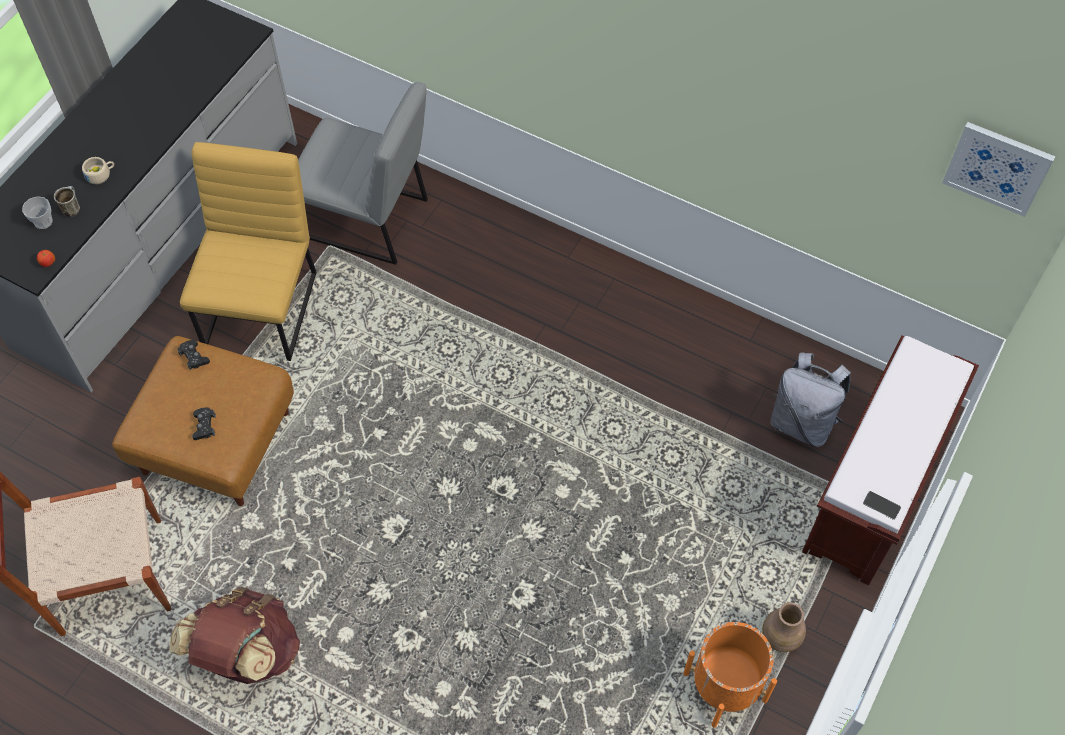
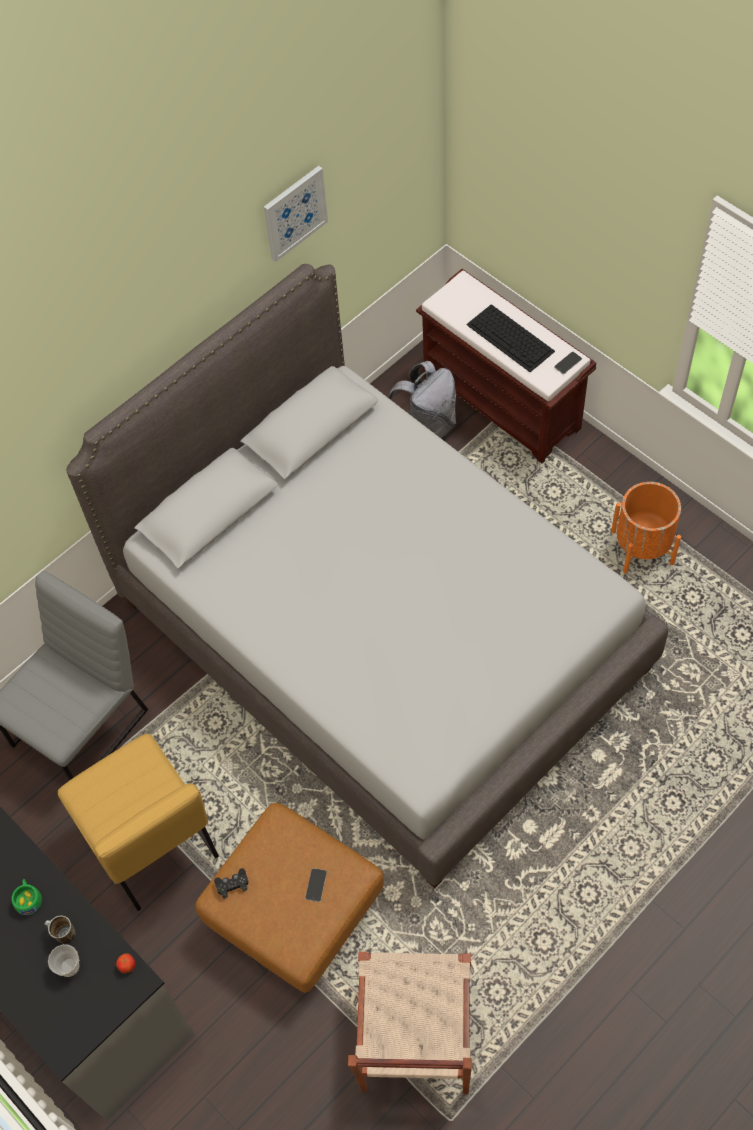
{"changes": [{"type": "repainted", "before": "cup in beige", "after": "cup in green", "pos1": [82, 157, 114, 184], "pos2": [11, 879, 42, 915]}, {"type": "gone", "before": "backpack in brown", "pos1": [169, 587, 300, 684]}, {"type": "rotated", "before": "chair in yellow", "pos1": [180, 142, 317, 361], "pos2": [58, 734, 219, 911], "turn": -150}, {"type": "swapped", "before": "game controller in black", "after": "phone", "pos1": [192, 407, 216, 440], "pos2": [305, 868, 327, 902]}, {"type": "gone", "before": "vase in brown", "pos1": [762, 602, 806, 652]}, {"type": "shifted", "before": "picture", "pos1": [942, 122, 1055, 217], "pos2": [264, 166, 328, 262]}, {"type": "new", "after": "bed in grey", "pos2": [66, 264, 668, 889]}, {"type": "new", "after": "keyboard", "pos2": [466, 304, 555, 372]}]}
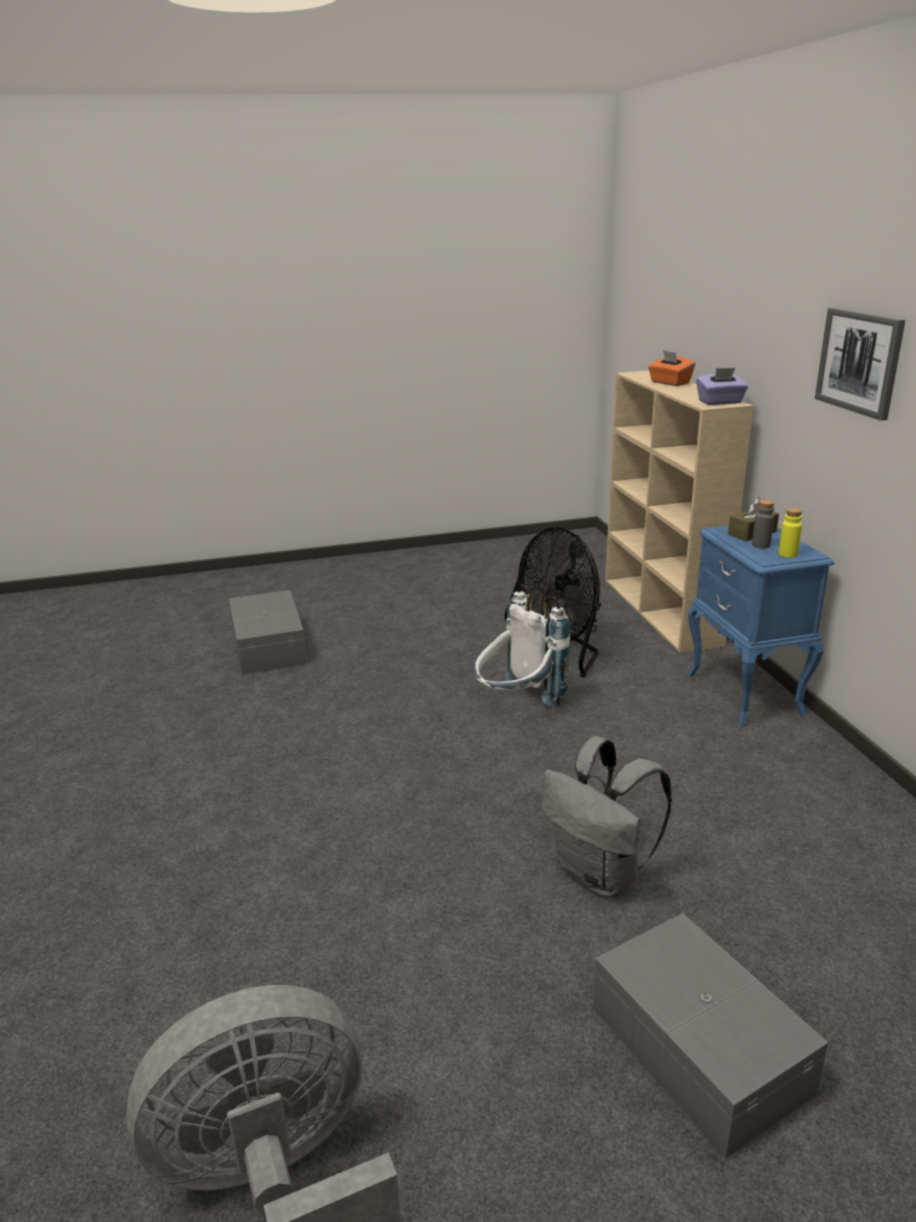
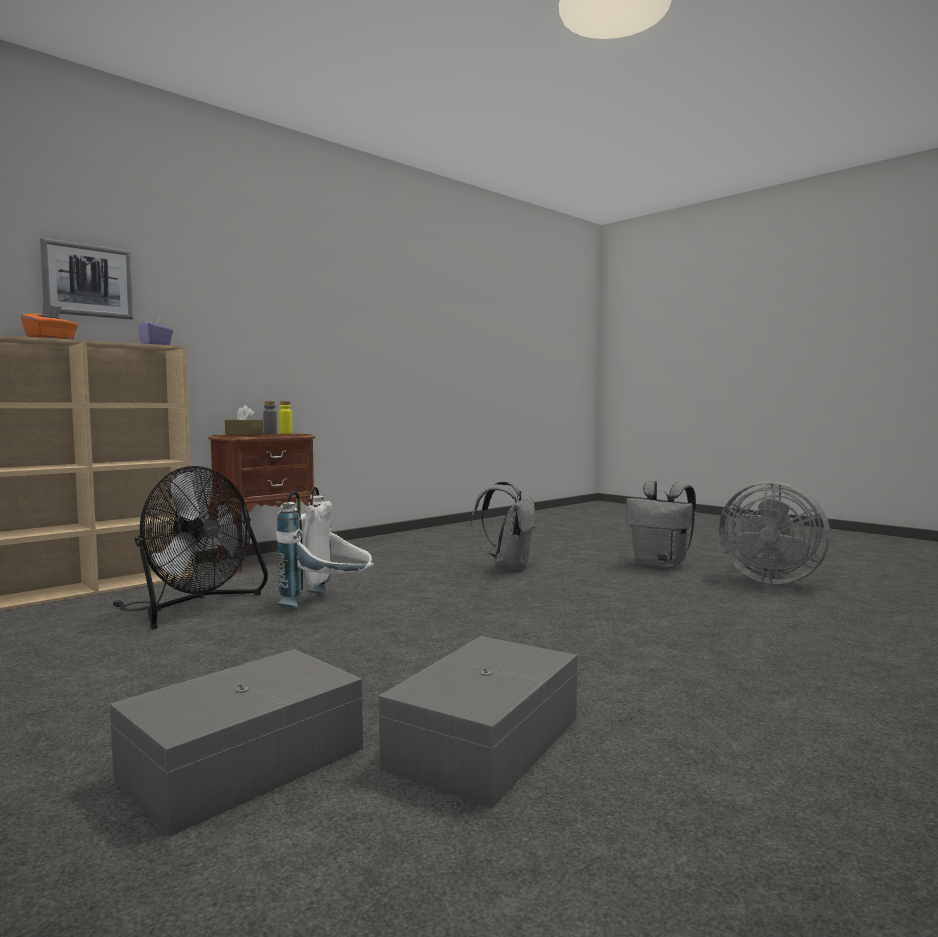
{"changes": [{"type": "shifted", "before": "storage box in grey", "pos1": [593, 913, 828, 1159], "pos2": [379, 636, 577, 808]}, {"type": "repainted", "before": "nightstand in blue", "after": "nightstand in brown", "pos1": [688, 526, 834, 727], "pos2": [208, 433, 316, 573]}, {"type": "shifted", "before": "picture", "pos1": [815, 308, 905, 421], "pos2": [40, 238, 134, 320]}, {"type": "new", "after": "backpack in grey", "pos2": [625, 481, 696, 569]}]}
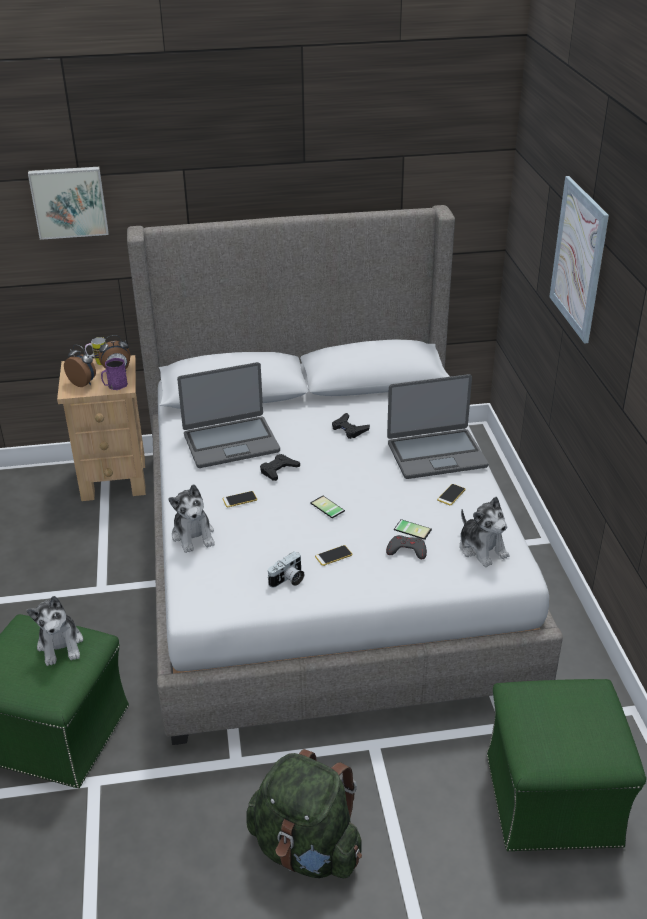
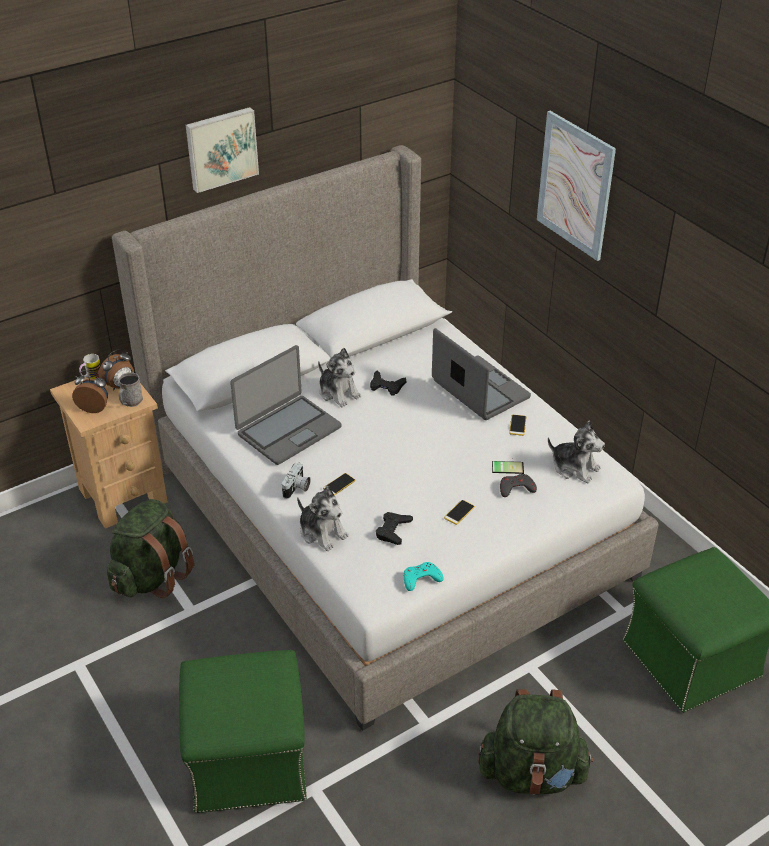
{"changes": [{"type": "shifted", "before": "plush toy", "pos1": [27, 596, 83, 666], "pos2": [318, 348, 361, 407]}, {"type": "shifted", "before": "picture", "pos1": [28, 167, 109, 240], "pos2": [186, 107, 259, 193]}, {"type": "repainted", "before": "mug in purple", "after": "mug in grey", "pos1": [101, 358, 128, 390], "pos2": [118, 373, 143, 407]}, {"type": "shifted", "before": "game controller in black", "pos1": [260, 454, 300, 481], "pos2": [376, 512, 413, 545]}, {"type": "shifted", "before": "photo camera", "pos1": [268, 551, 304, 588], "pos2": [282, 463, 311, 499]}, {"type": "gone", "before": "phone", "pos1": [310, 496, 345, 518]}, {"type": "rotated", "before": "laptop", "pos1": [387, 374, 489, 479], "pos2": [432, 328, 531, 420], "turn": -90}, {"type": "new", "after": "backpack in green", "pos2": [107, 499, 194, 598]}, {"type": "new", "after": "game controller in turquoise", "pos2": [404, 562, 444, 591]}]}
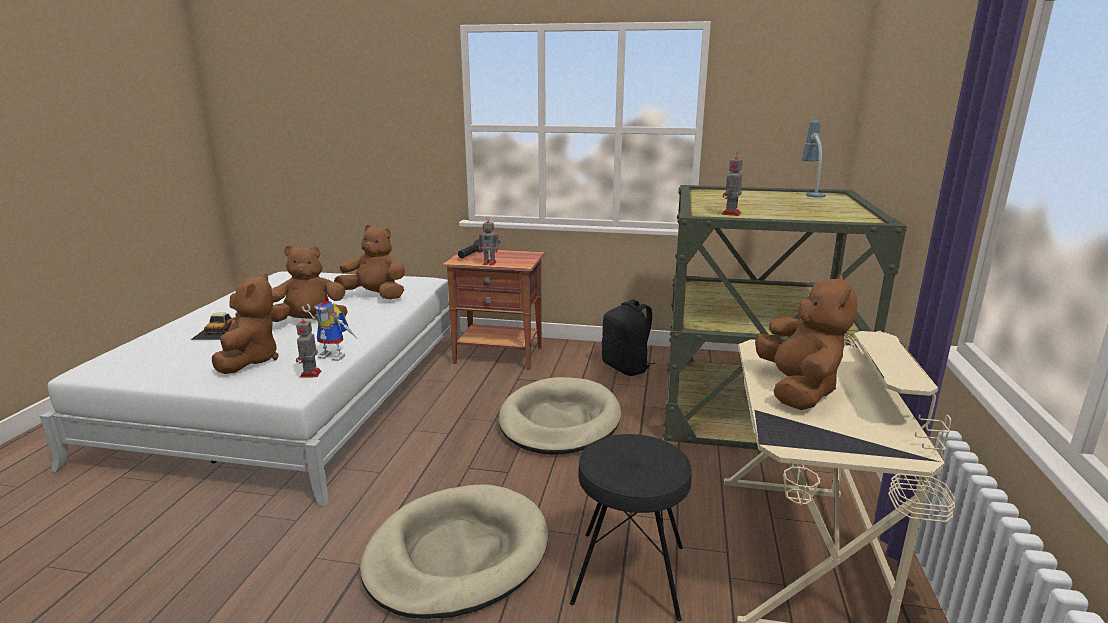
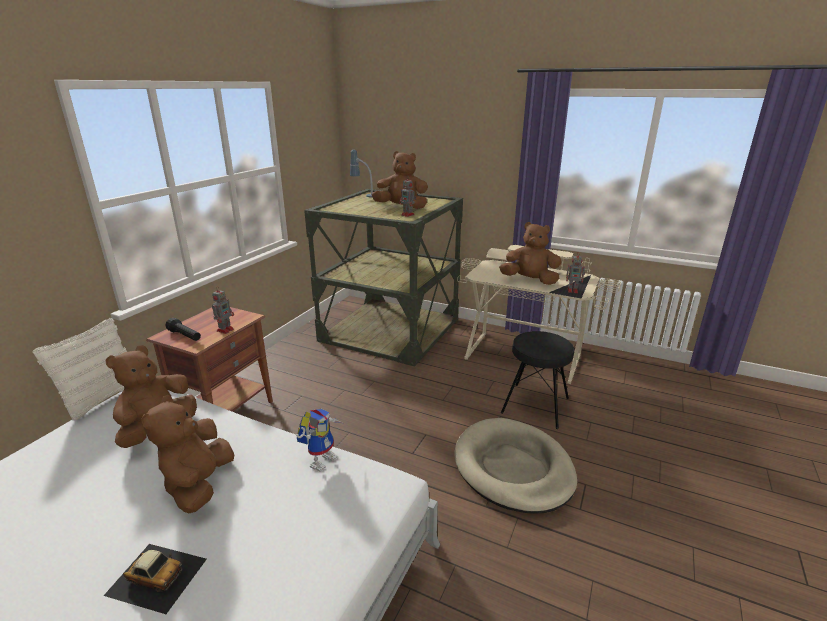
{"changes": [{"type": "shifted", "before": "plush toy in brown", "pos1": [212, 273, 279, 374], "pos2": [372, 151, 428, 209]}, {"type": "shifted", "before": "toy robot", "pos1": [296, 315, 321, 378], "pos2": [566, 253, 585, 293]}, {"type": "gone", "before": "dog bed in beige", "pos1": [499, 377, 621, 455]}, {"type": "gone", "before": "backpack in black", "pos1": [602, 300, 655, 376]}, {"type": "new", "after": "pillow in beige", "pos2": [32, 318, 127, 420]}]}
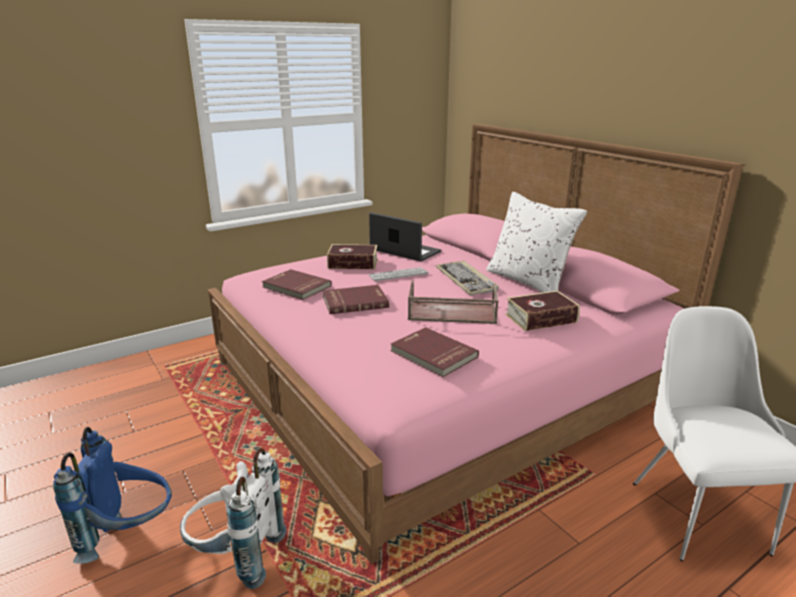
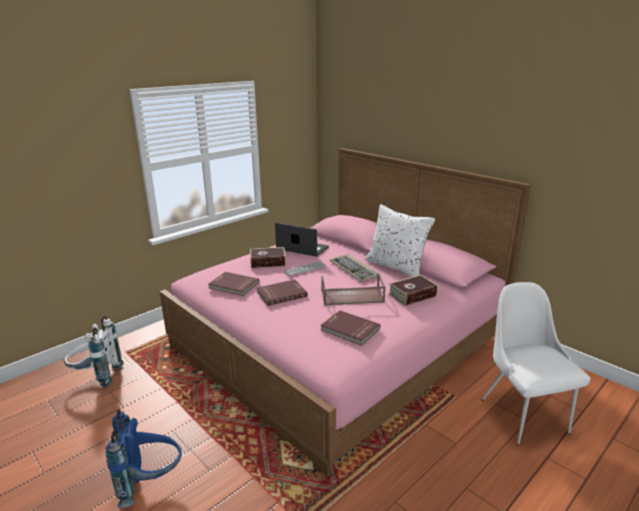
{"changes": [{"type": "shifted", "before": "backpack in white", "pos1": [180, 448, 286, 589], "pos2": [64, 316, 124, 387]}]}
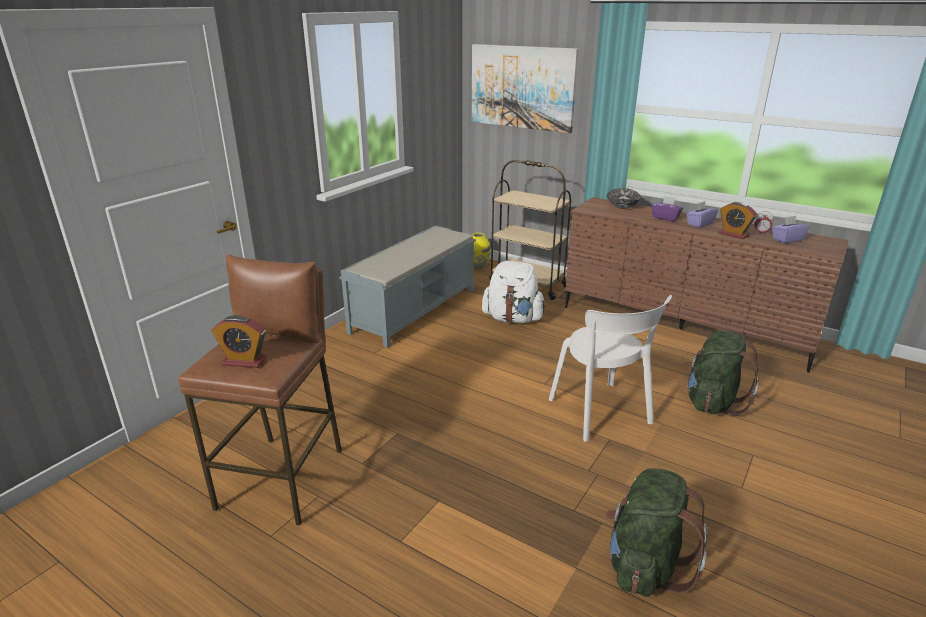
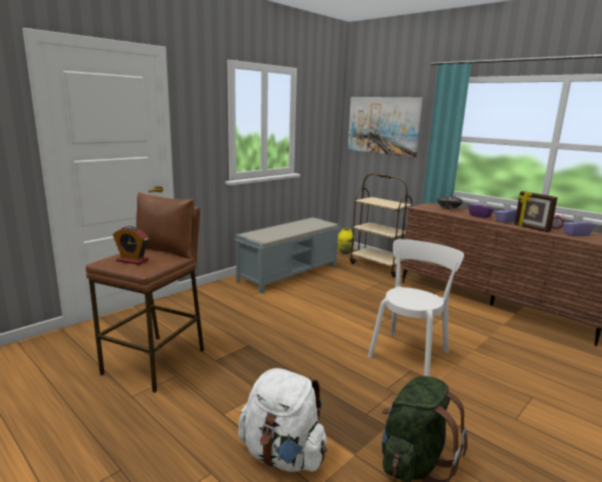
{"changes": [{"type": "shifted", "before": "backpack in white", "pos1": [482, 261, 546, 323], "pos2": [238, 368, 327, 472]}, {"type": "rotated", "before": "chair in white", "pos1": [549, 295, 672, 442], "pos2": [368, 239, 464, 376], "turn": -135}, {"type": "gone", "before": "backpack in green", "pos1": [684, 331, 759, 416]}, {"type": "swapped", "before": "alarm clock", "after": "picture frame", "pos1": [718, 202, 757, 239], "pos2": [514, 191, 558, 232]}]}
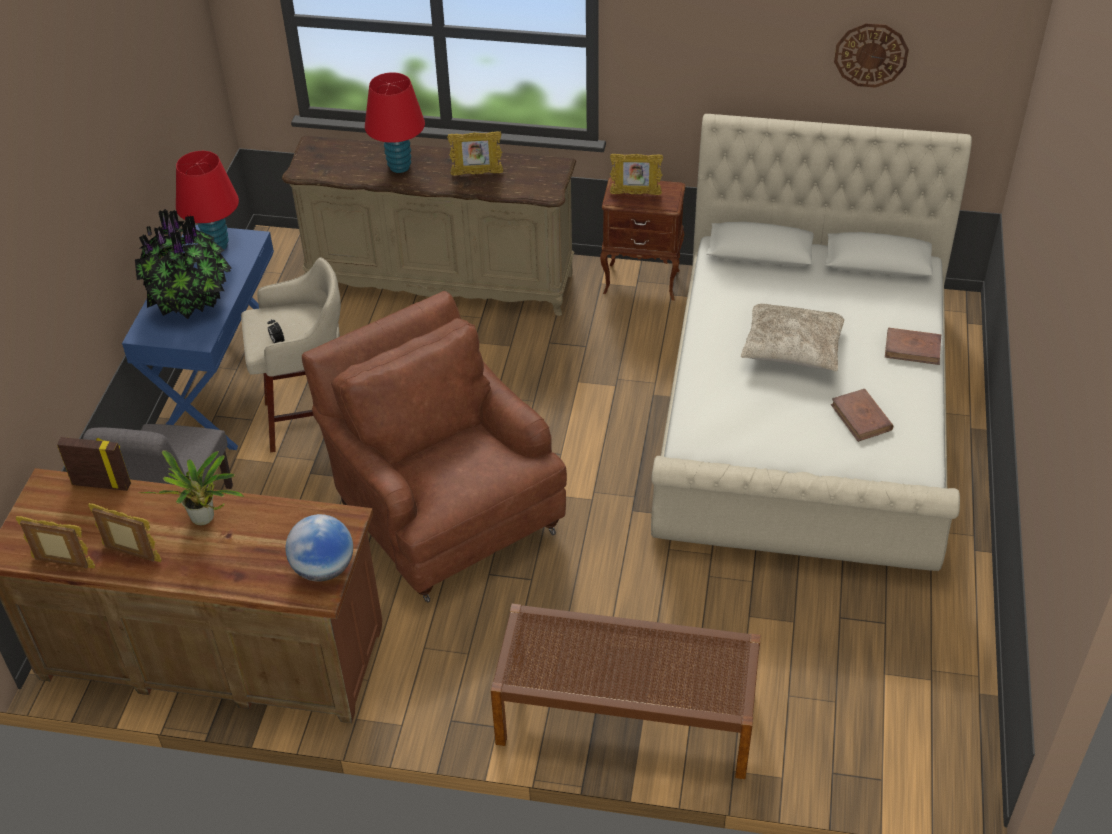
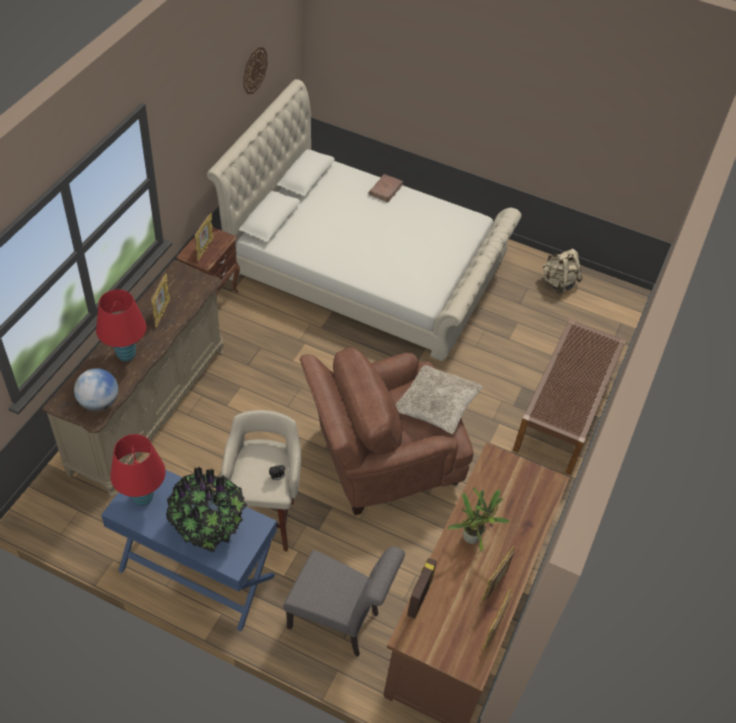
{"changes": [{"type": "shifted", "before": "globe", "pos1": [286, 514, 353, 582], "pos2": [74, 368, 118, 411]}, {"type": "shifted", "before": "pillow in beige", "pos1": [741, 304, 844, 371], "pos2": [395, 365, 483, 434]}, {"type": "gone", "before": "book in brown", "pos1": [831, 389, 893, 442]}, {"type": "new", "after": "backpack in beige", "pos2": [542, 249, 582, 293]}]}
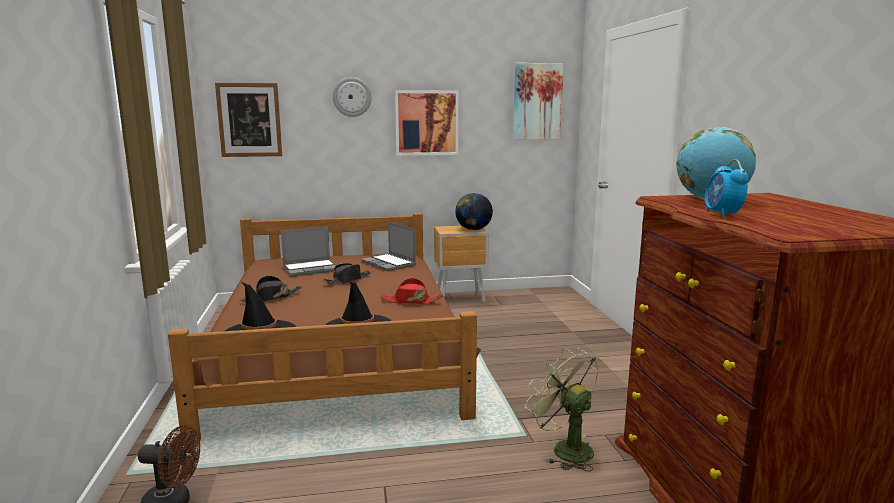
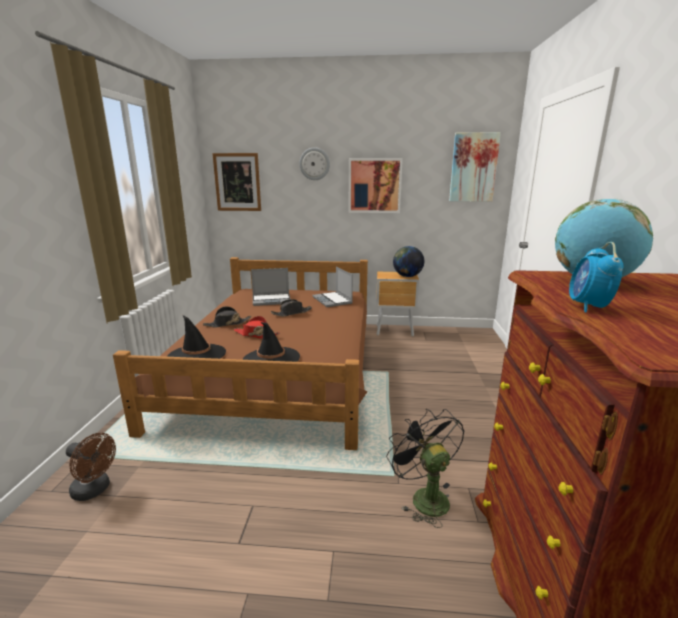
{"changes": [{"type": "shifted", "before": "hat in red", "pos1": [381, 278, 443, 304], "pos2": [233, 316, 280, 339]}, {"type": "repainted", "before": "fan in green", "after": "fan in black", "pos1": [525, 348, 598, 472], "pos2": [386, 409, 465, 528]}]}
